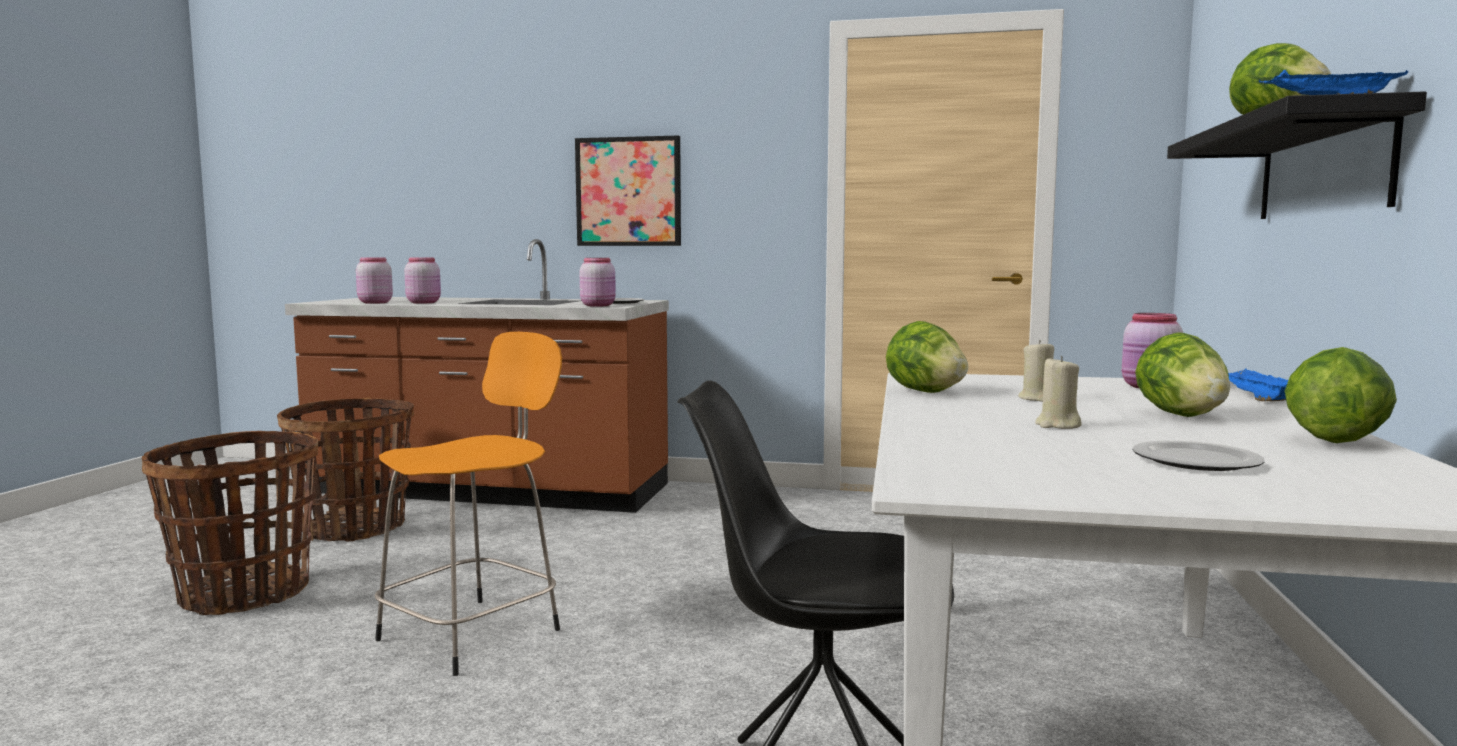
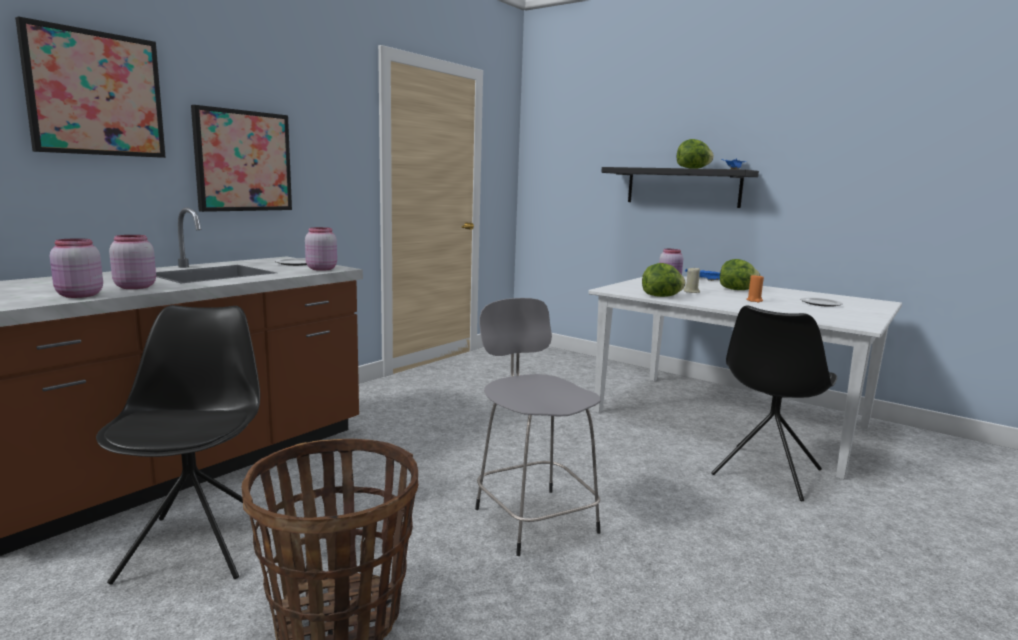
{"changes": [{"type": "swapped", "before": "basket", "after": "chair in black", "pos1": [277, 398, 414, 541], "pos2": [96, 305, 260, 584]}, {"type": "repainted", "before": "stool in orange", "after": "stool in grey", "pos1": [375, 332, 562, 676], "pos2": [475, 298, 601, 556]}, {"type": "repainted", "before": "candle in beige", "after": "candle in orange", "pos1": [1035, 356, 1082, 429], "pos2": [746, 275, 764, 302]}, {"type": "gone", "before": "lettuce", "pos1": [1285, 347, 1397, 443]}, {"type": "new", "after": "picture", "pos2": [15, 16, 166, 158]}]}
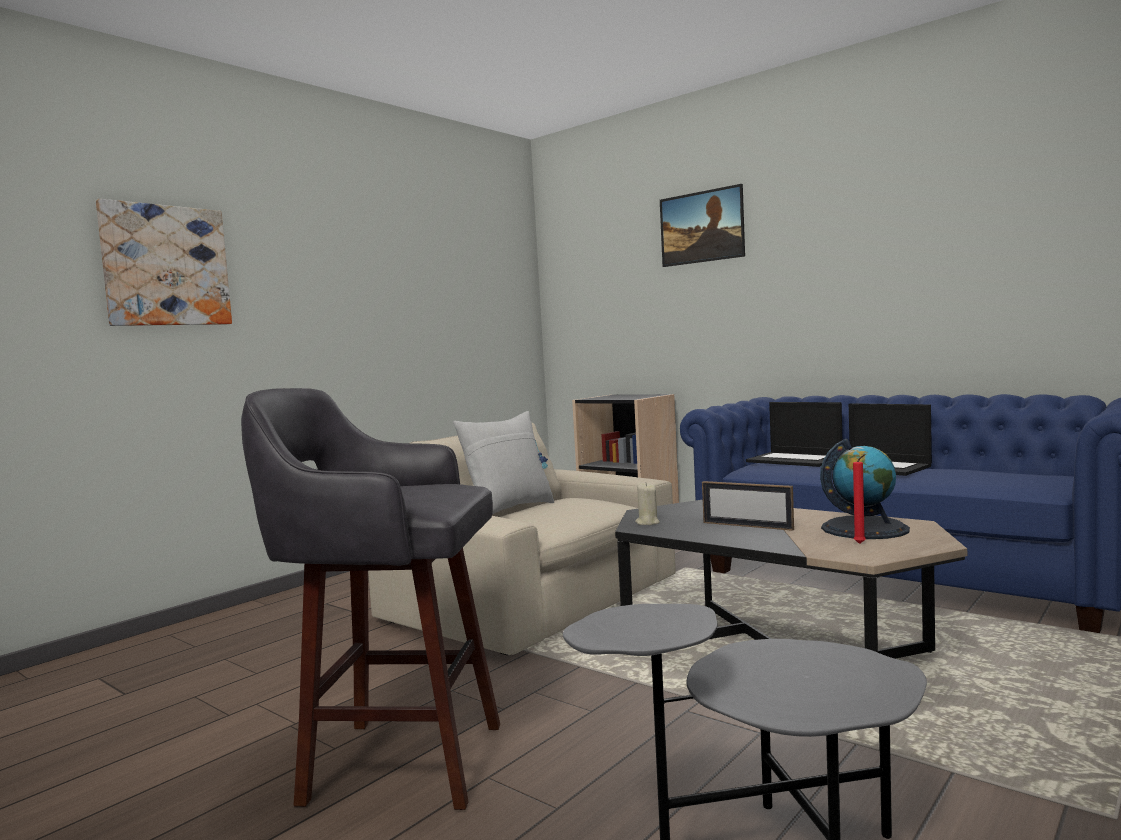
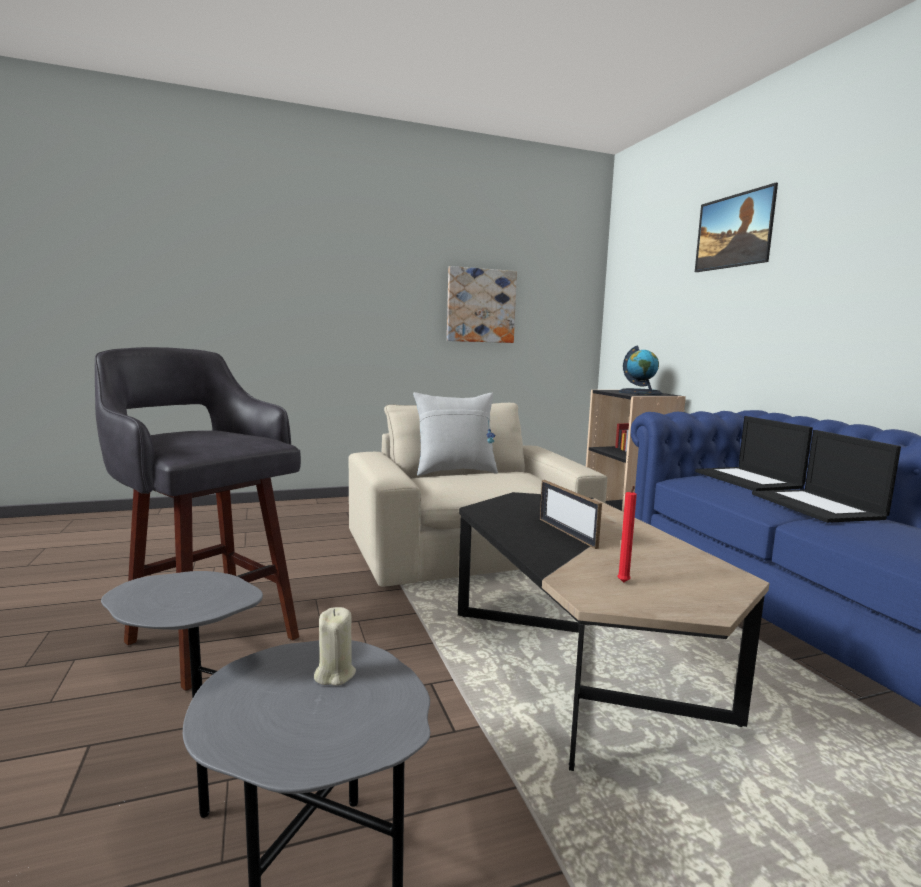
{"changes": [{"type": "shifted", "before": "picture", "pos1": [96, 199, 232, 326], "pos2": [447, 266, 517, 343]}, {"type": "shifted", "before": "candle in beige", "pos1": [635, 483, 660, 525], "pos2": [314, 607, 356, 686]}, {"type": "shifted", "before": "globe", "pos1": [820, 439, 910, 539], "pos2": [619, 345, 663, 395]}]}
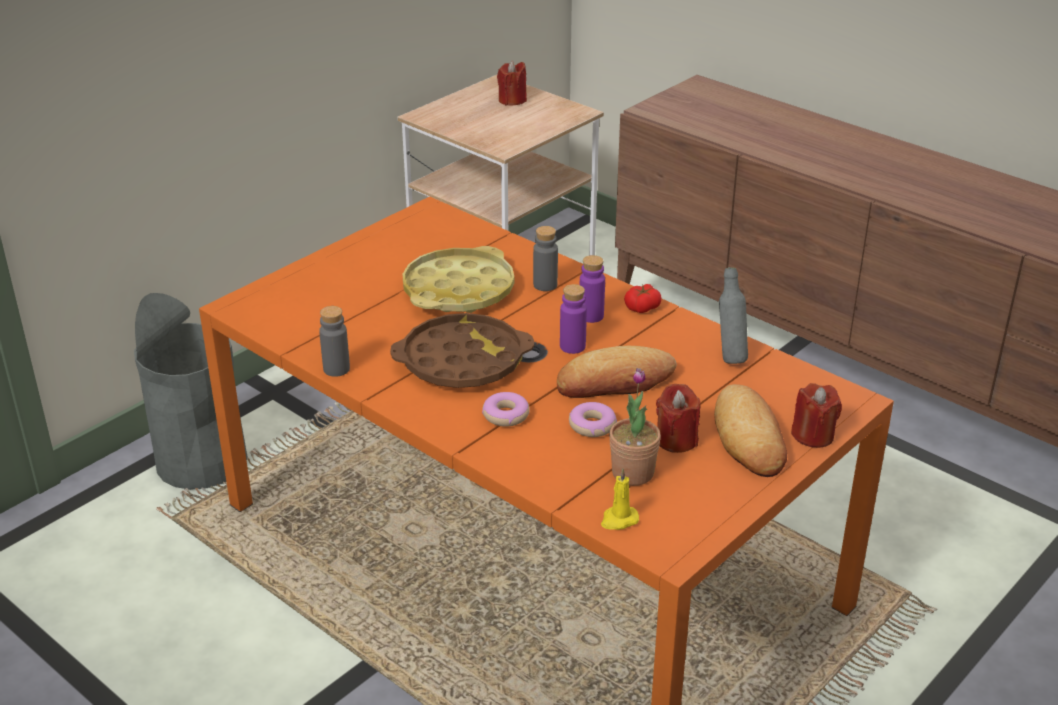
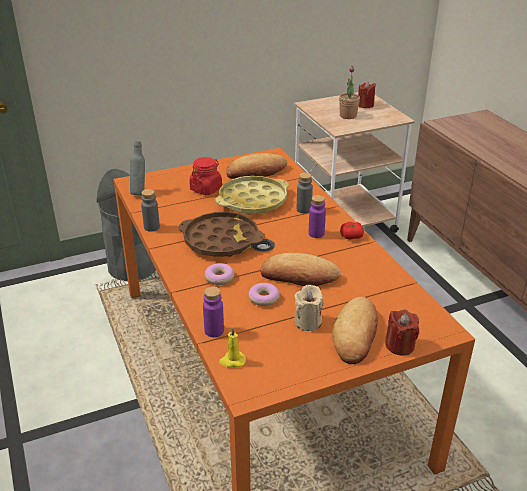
{"changes": [{"type": "shifted", "before": "bottle in purple", "pos1": [560, 284, 587, 354], "pos2": [203, 286, 224, 337]}, {"type": "shifted", "before": "potted plant", "pos1": [609, 368, 661, 486], "pos2": [339, 66, 360, 119]}, {"type": "repainted", "before": "candle in red", "after": "candle in beige", "pos1": [656, 384, 700, 453], "pos2": [294, 285, 324, 331]}, {"type": "shifted", "before": "bottle in grey", "pos1": [719, 267, 748, 364], "pos2": [130, 141, 145, 195]}, {"type": "new", "after": "jar in red", "pos2": [189, 157, 222, 195]}, {"type": "new", "after": "bread", "pos2": [226, 153, 287, 179]}]}
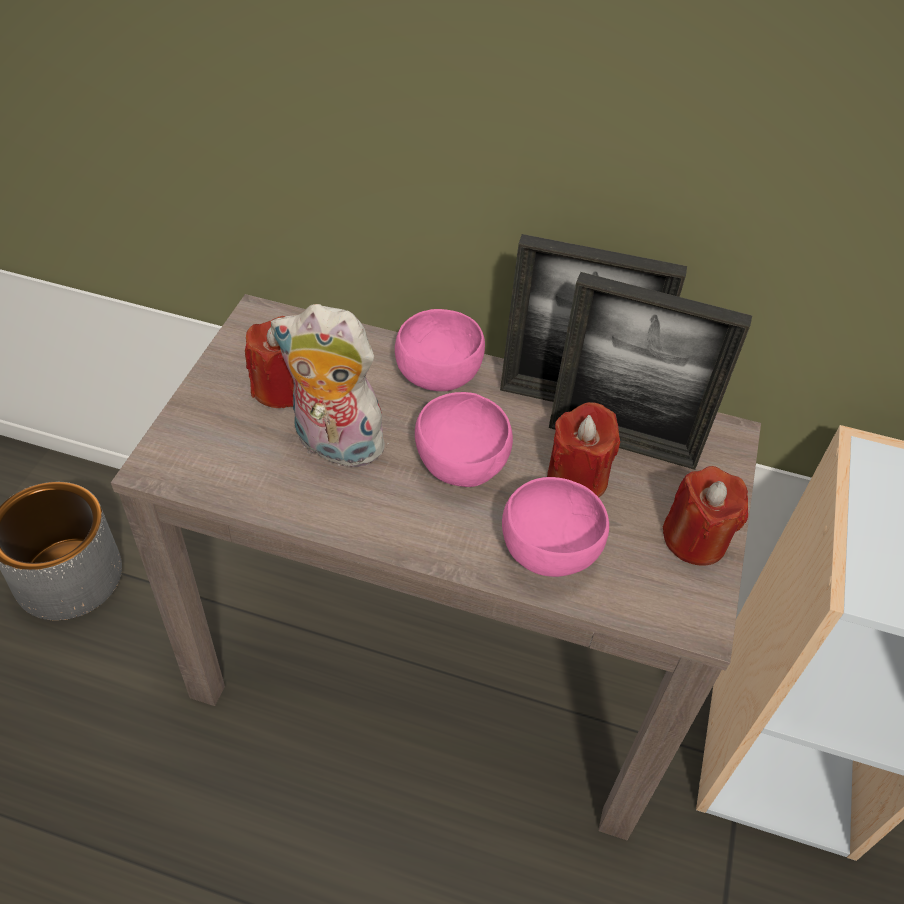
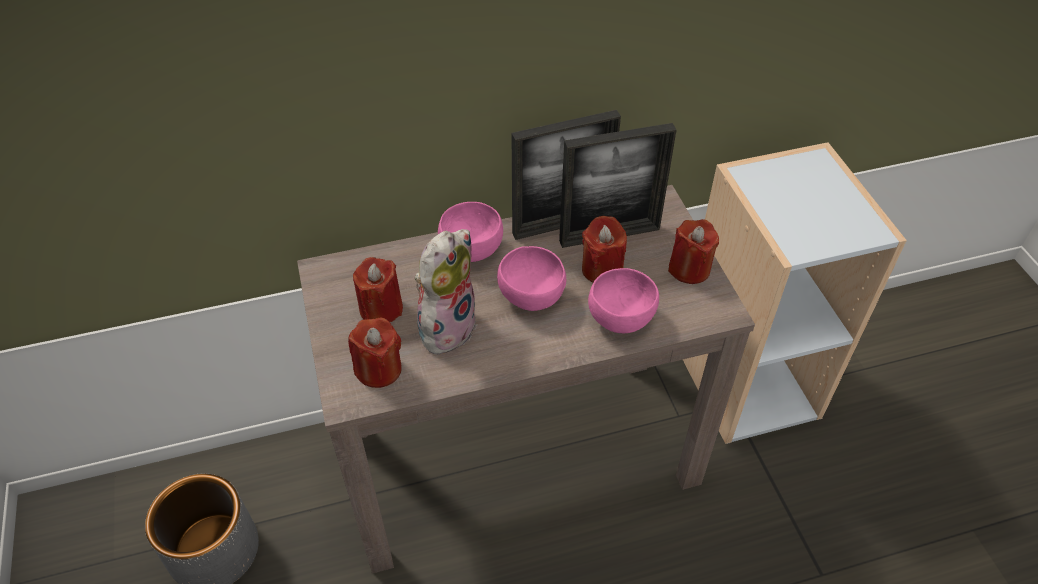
{"changes": [{"type": "rotated", "before": "plush toy", "pos1": [271, 304, 395, 467], "pos2": [415, 229, 478, 355], "turn": 135}, {"type": "new", "after": "candle in red", "pos2": [348, 317, 402, 388]}]}
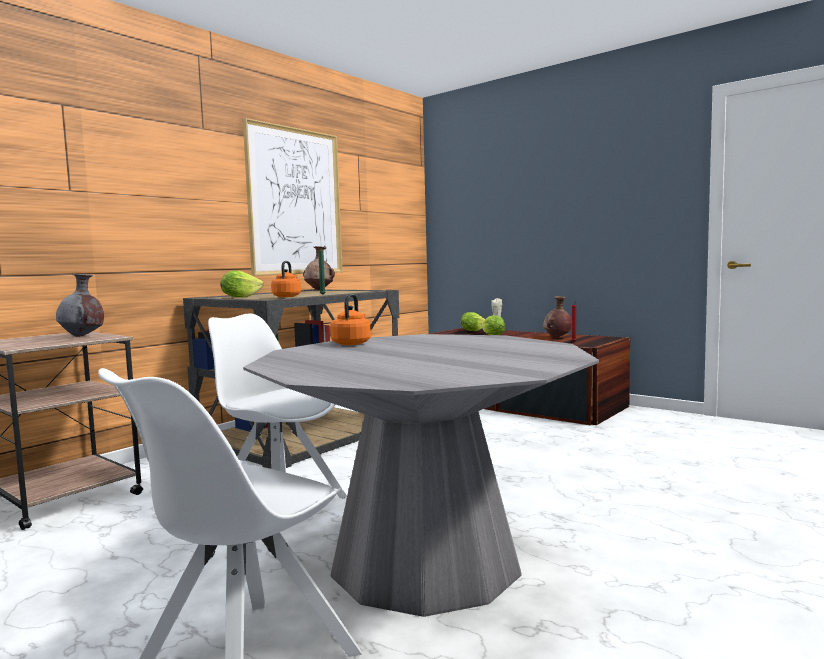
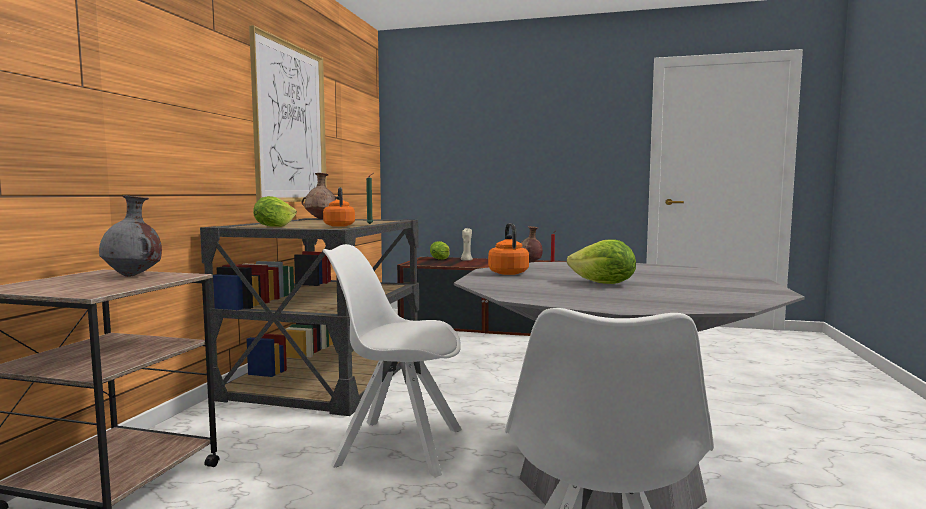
{"changes": [{"type": "shifted", "before": "lettuce", "pos1": [481, 315, 505, 335], "pos2": [567, 240, 636, 284]}]}
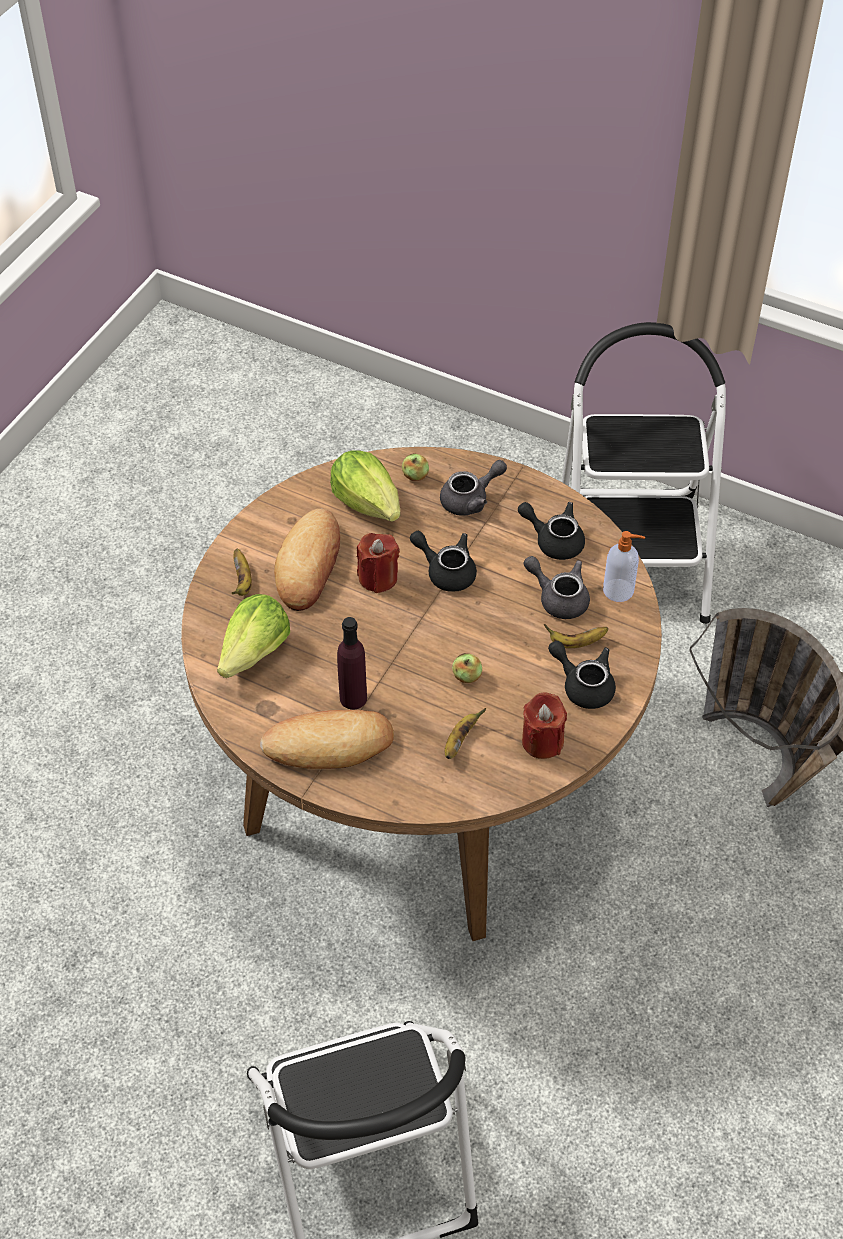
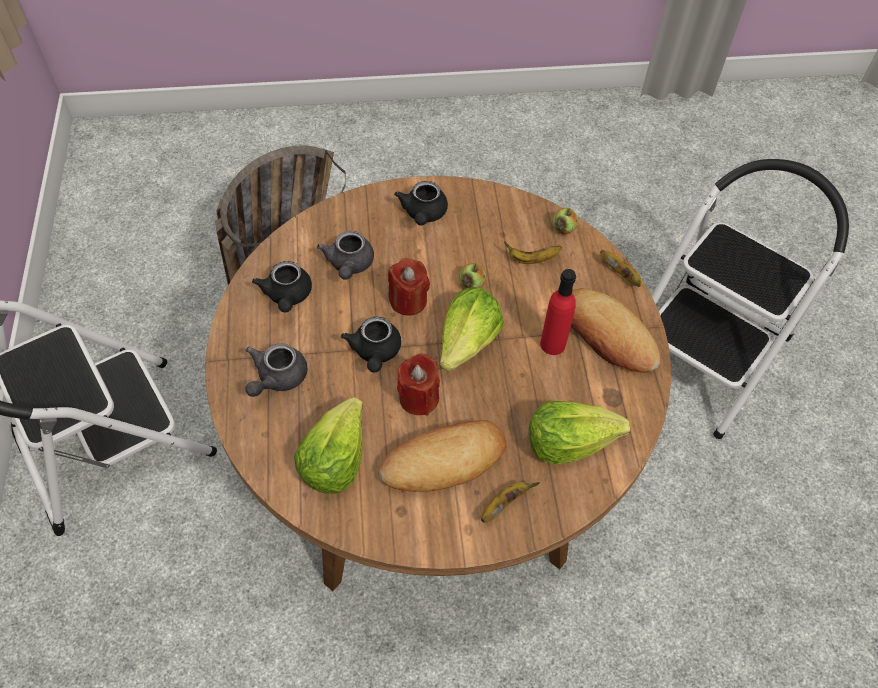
{"changes": [{"type": "repainted", "before": "bottle in purple", "after": "bottle in red", "pos1": [337, 617, 367, 710], "pos2": [540, 269, 576, 355]}, {"type": "shifted", "before": "apple", "pos1": [402, 453, 429, 481], "pos2": [553, 208, 578, 235]}, {"type": "rotated", "before": "teapot in grey", "pos1": [440, 460, 507, 516], "pos2": [245, 344, 307, 397], "turn": -90}, {"type": "shifted", "before": "candle in red", "pos1": [522, 693, 567, 759], "pos2": [388, 258, 430, 316]}, {"type": "shifted", "before": "banana", "pos1": [544, 624, 608, 648], "pos2": [600, 250, 641, 287]}, {"type": "gone", "before": "soap dispenser", "pos1": [603, 531, 645, 602]}, {"type": "new", "after": "lettuce", "pos2": [440, 287, 504, 371]}]}
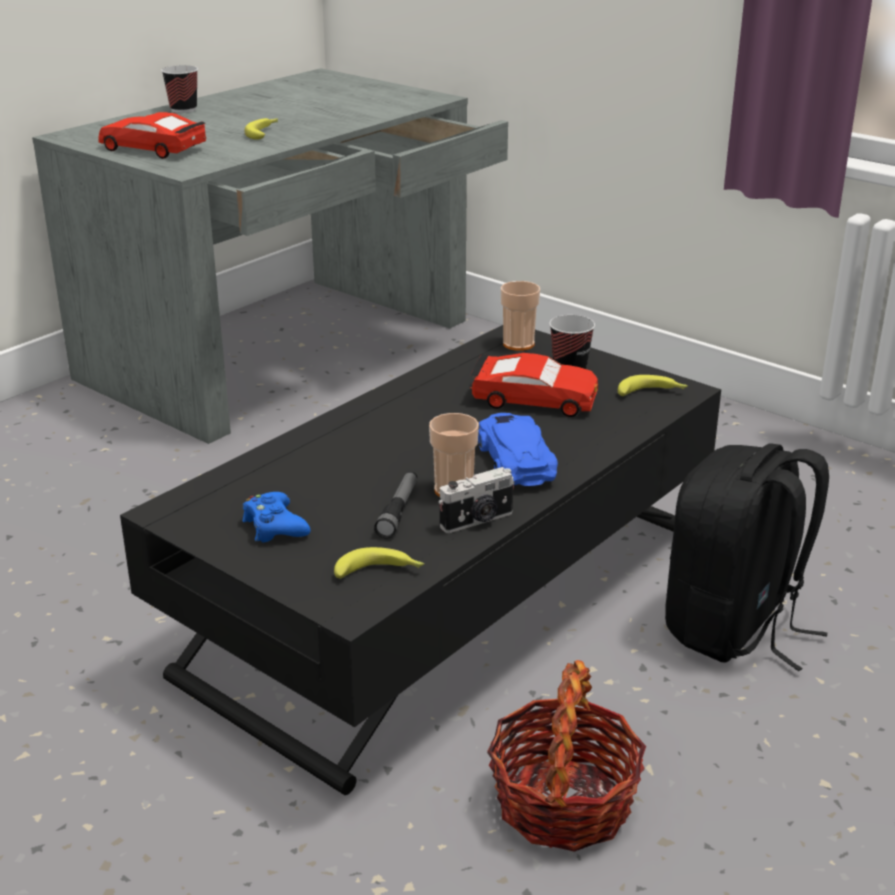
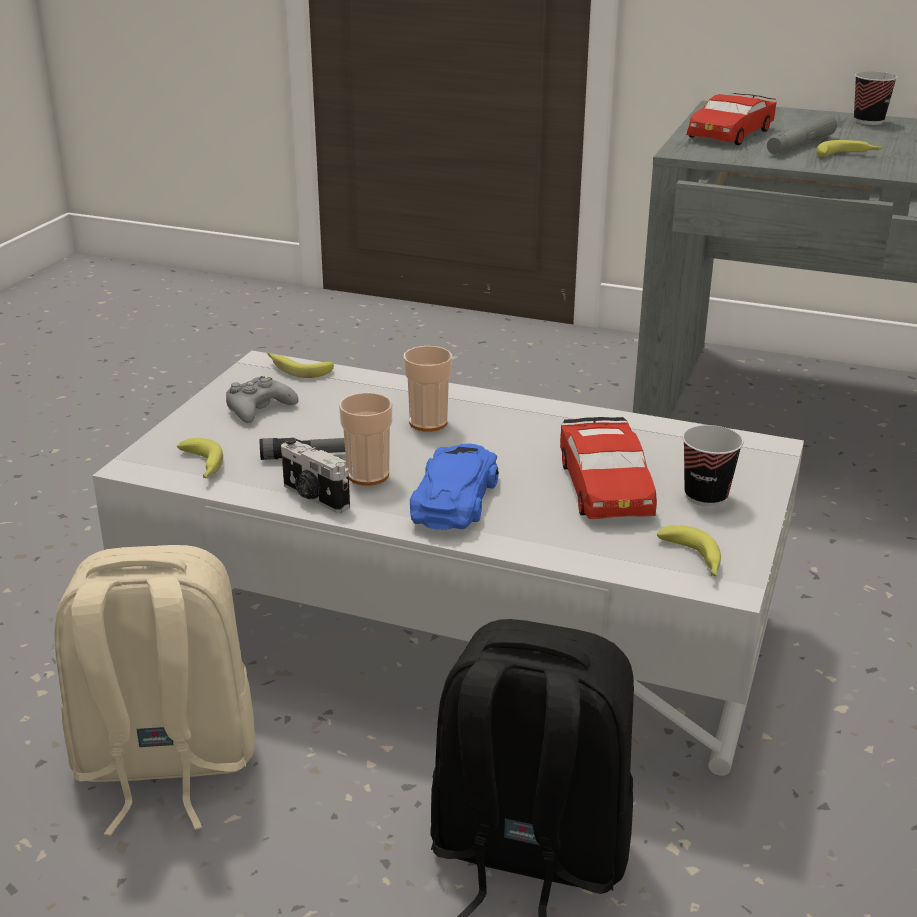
{"changes": [{"type": "rotated", "before": "toy car in red", "pos1": [98, 112, 206, 159], "pos2": [687, 93, 776, 145], "turn": -150}, {"type": "repainted", "before": "coffee table in black", "after": "coffee table in white", "pos1": [120, 325, 721, 795], "pos2": [92, 351, 804, 776]}, {"type": "repainted", "before": "game controller in blue", "after": "game controller in grey", "pos1": [242, 492, 311, 542], "pos2": [226, 376, 298, 423]}, {"type": "rotated", "before": "toy car in blue", "pos1": [478, 413, 558, 486], "pos2": [410, 444, 499, 530], "turn": -45}, {"type": "swapped", "before": "basket", "after": "backpack in beige", "pos1": [487, 660, 646, 852], "pos2": [54, 545, 255, 836]}, {"type": "shifted", "before": "cup", "pos1": [501, 281, 540, 351], "pos2": [403, 346, 452, 432]}, {"type": "new", "after": "banana", "pos2": [267, 353, 334, 378]}, {"type": "new", "after": "flashlight in grey", "pos2": [767, 114, 837, 154]}]}
